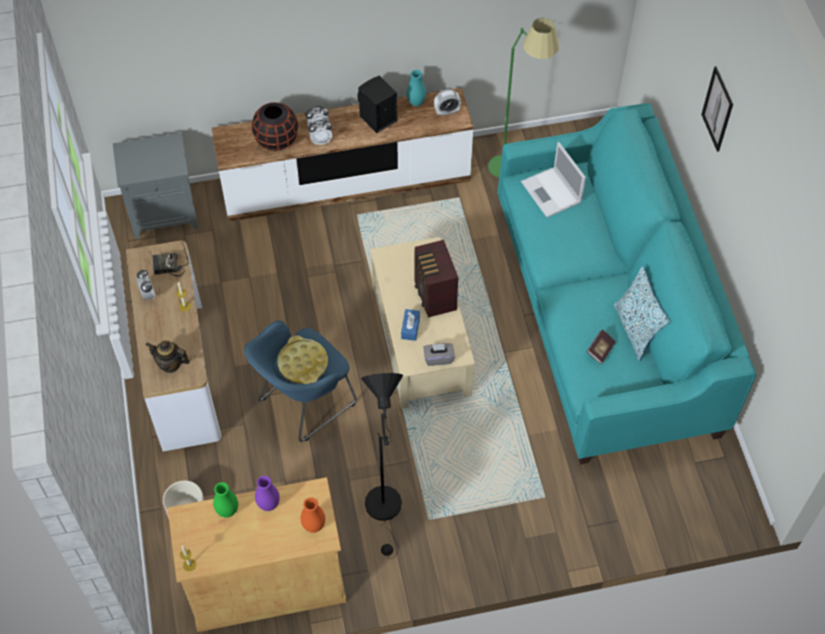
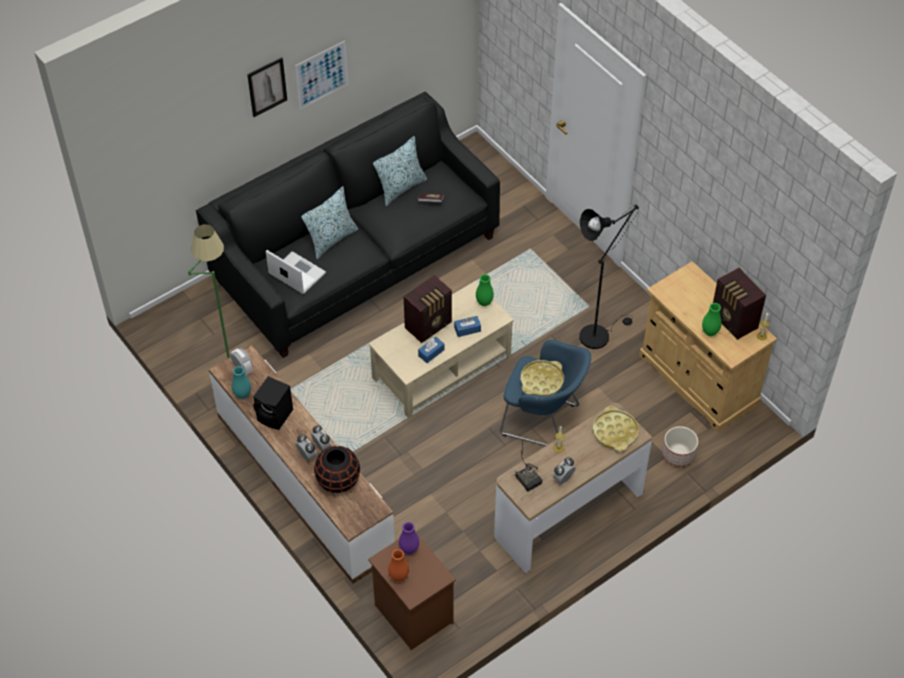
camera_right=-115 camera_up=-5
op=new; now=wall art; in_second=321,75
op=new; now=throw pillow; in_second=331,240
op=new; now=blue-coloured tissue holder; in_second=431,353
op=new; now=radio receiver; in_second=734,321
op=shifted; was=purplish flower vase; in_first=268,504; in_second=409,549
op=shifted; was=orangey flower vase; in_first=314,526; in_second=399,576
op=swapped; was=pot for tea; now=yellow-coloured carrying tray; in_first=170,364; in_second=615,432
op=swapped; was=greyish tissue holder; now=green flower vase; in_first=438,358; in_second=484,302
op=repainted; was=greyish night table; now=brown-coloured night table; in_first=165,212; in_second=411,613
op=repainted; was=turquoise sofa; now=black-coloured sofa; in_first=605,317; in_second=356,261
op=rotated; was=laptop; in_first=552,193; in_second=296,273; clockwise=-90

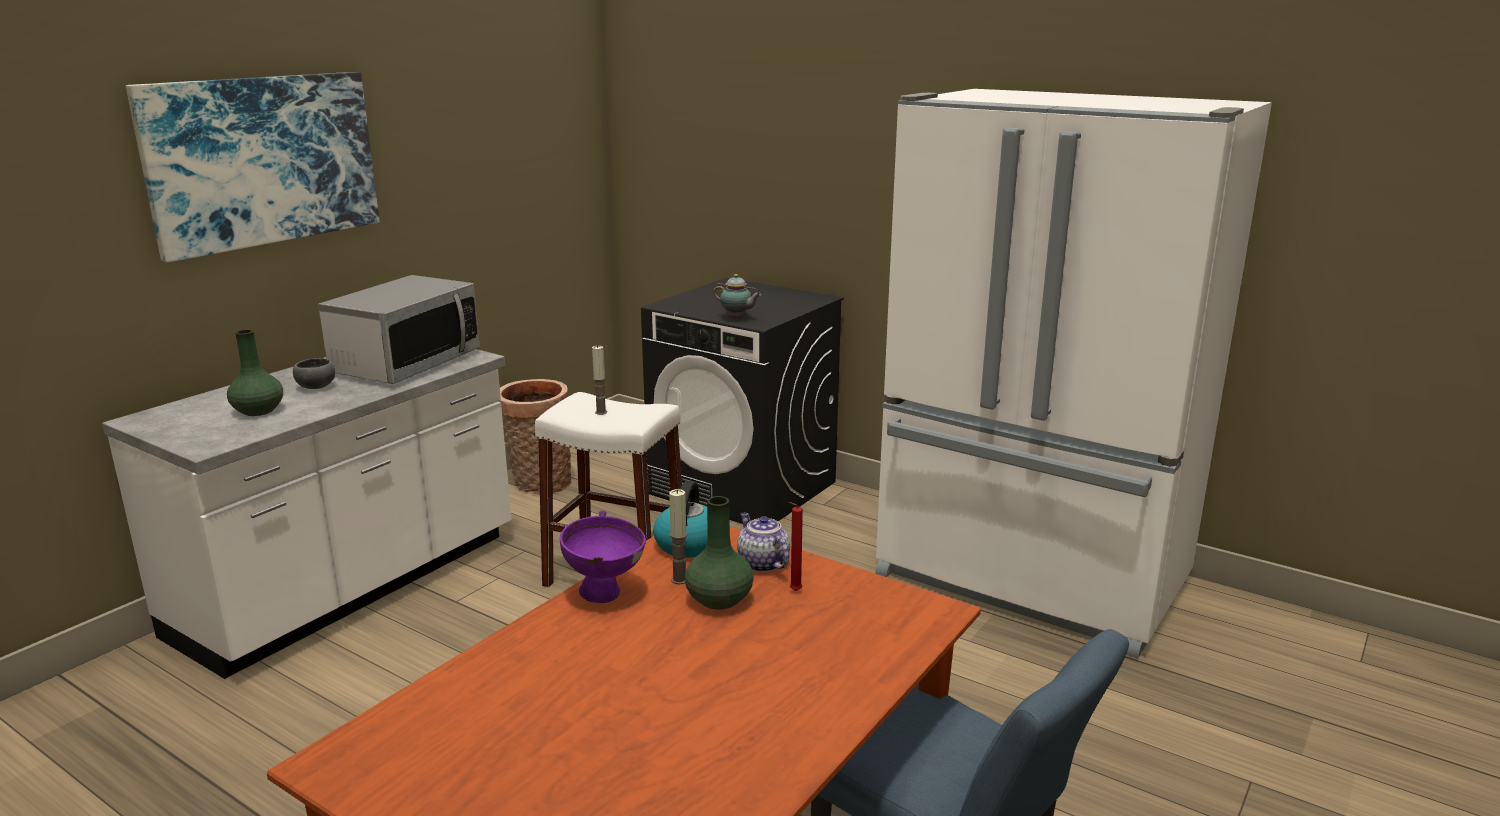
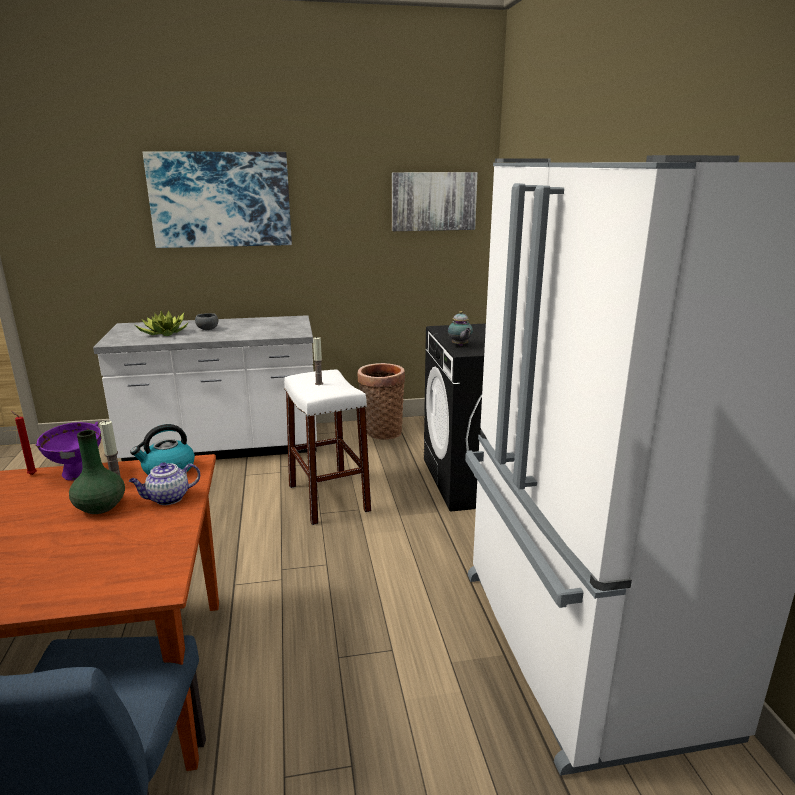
camera_right=45 camera_up=0
op=gone; was=microwave; in_first=406,364
op=new; now=wall art; in_second=433,201
op=shifted; was=reddish candle; in_first=794,591; in_second=31,474
op=swapped; was=green flower vase; now=plant in a pot; in_first=257,411; in_second=163,333
op=rotated; was=pot for tea; in_first=762,563; in_second=167,499; clockwise=-135

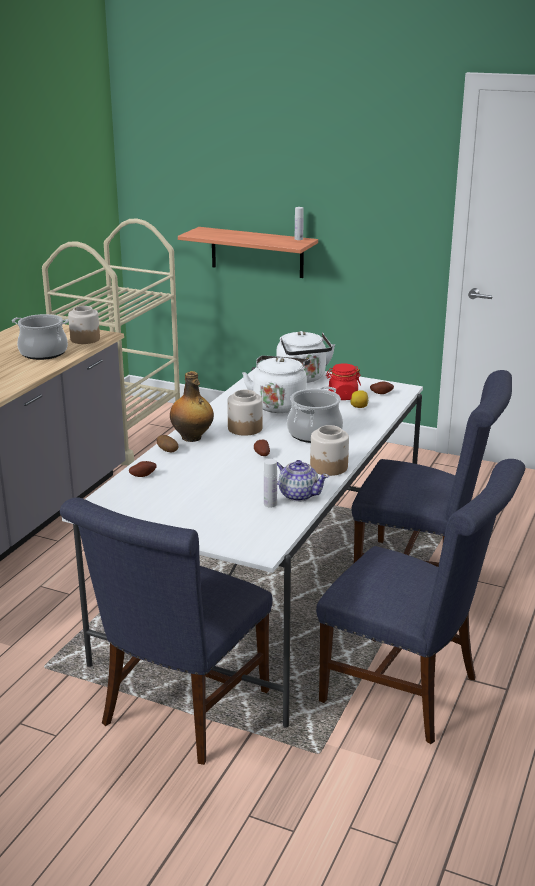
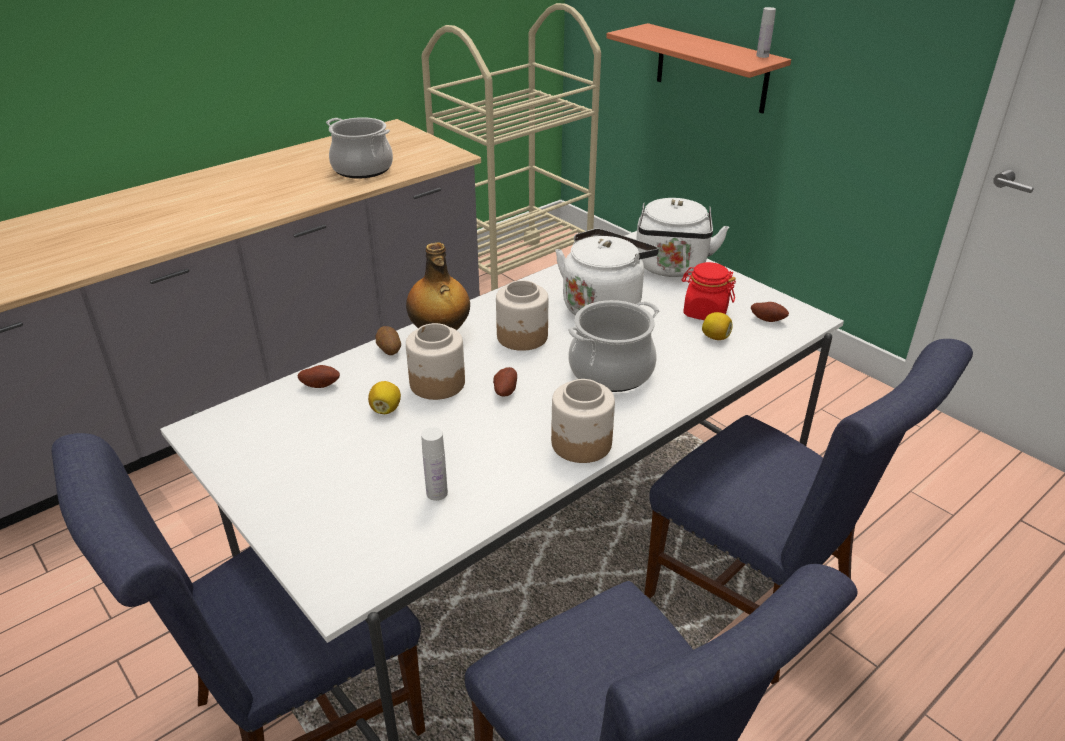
camera_right=25 camera_up=10
op=gone; was=pot for tea; in_first=298,495
op=new; now=lemon; in_second=386,409
op=shifted; was=storage jar; in_first=84,339; in_second=436,383

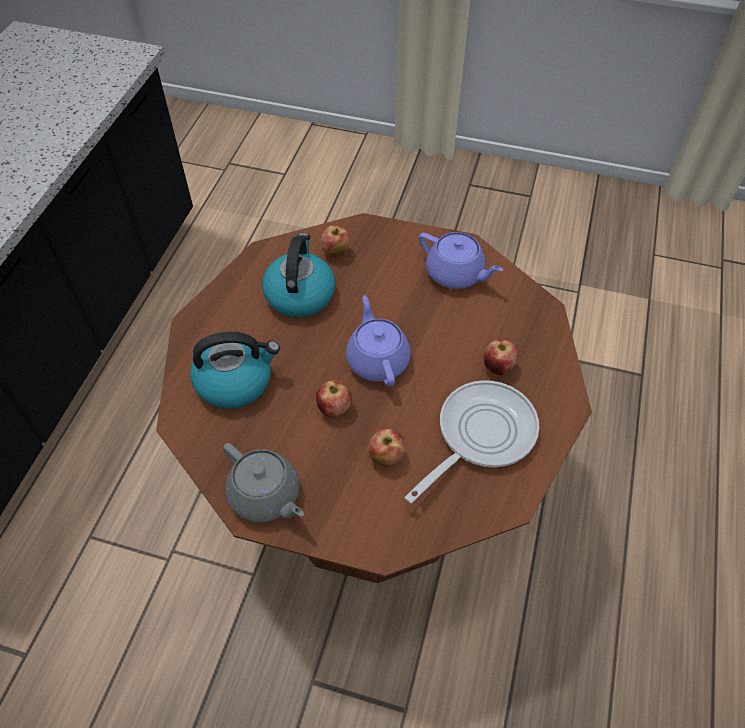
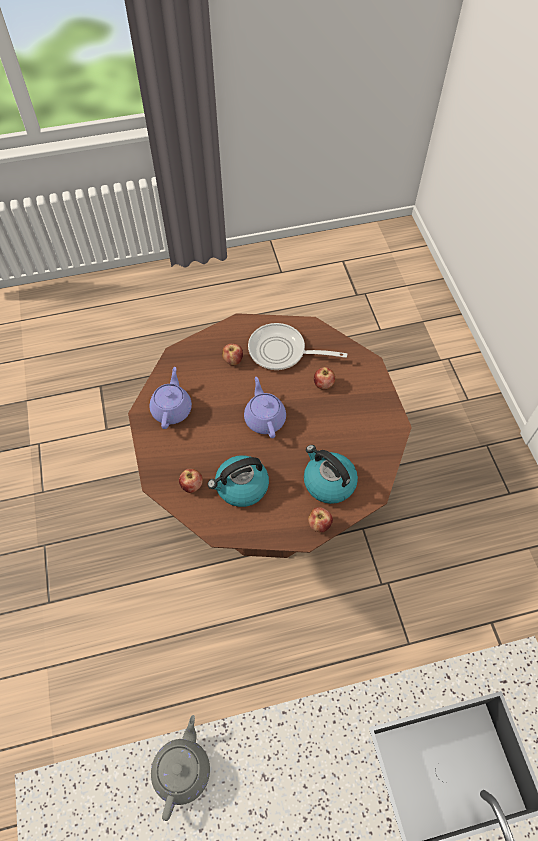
camera_right=-120 camera_up=5
op=shifted; was=greyish pot for tea; in_first=266,496; in_second=182,769
op=shifted; was=apple; in_first=334,409; in_second=319,524
op=rotated; was=purplish pot for tea; in_first=377,359; in_second=264,418; clockwise=120

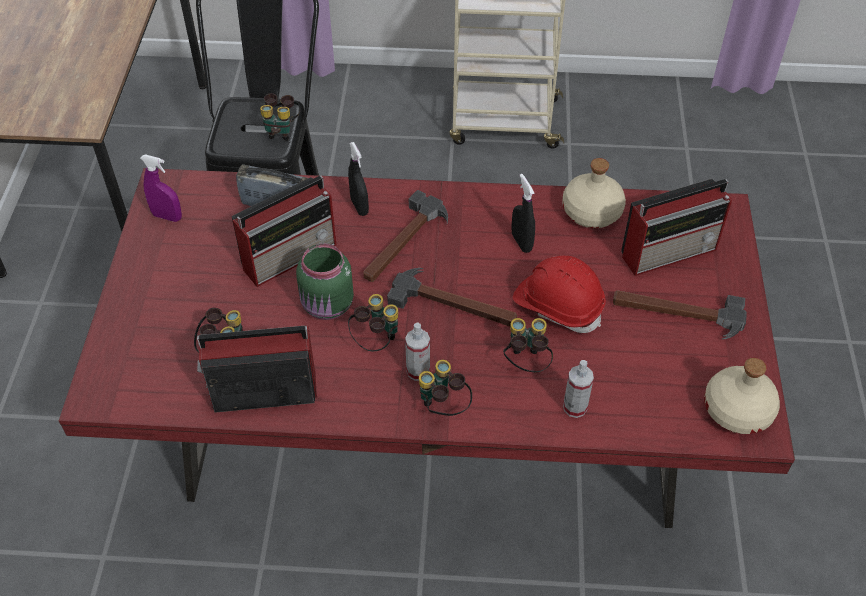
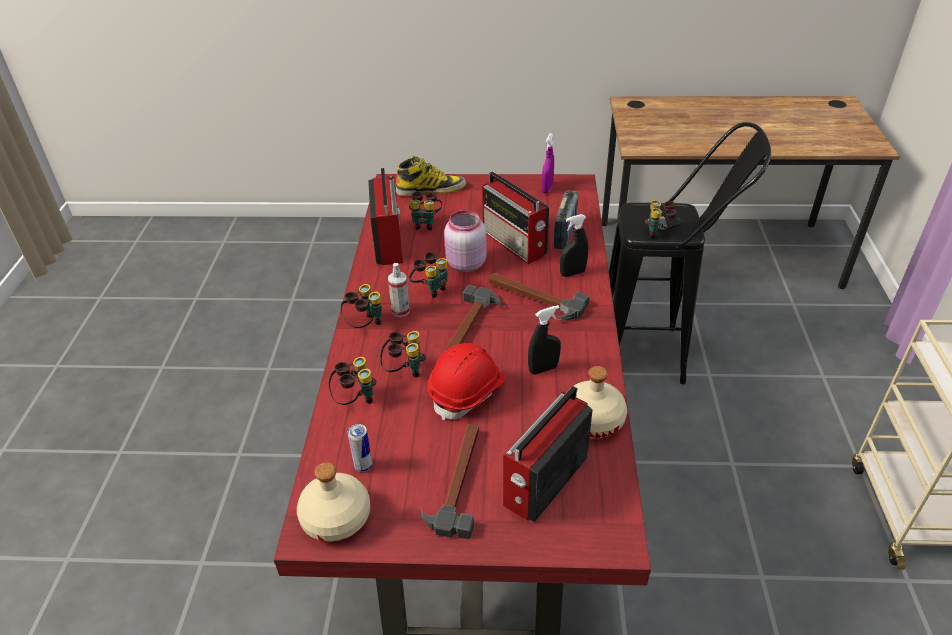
camera_right=90 camera_up=-10
op=new; now=sealed can; in_second=363,466
op=new; now=high-top boot; in_second=431,189
op=swapped; was=hand sprayer; now=binoculars; in_first=575,407; in_second=355,399
op=repainted; was=green storage jar; now=pink storage jar; in_first=328,306; in_second=465,264
op=rotated; was=radio receiver; in_first=670,251; in_second=544,482; clockwise=60

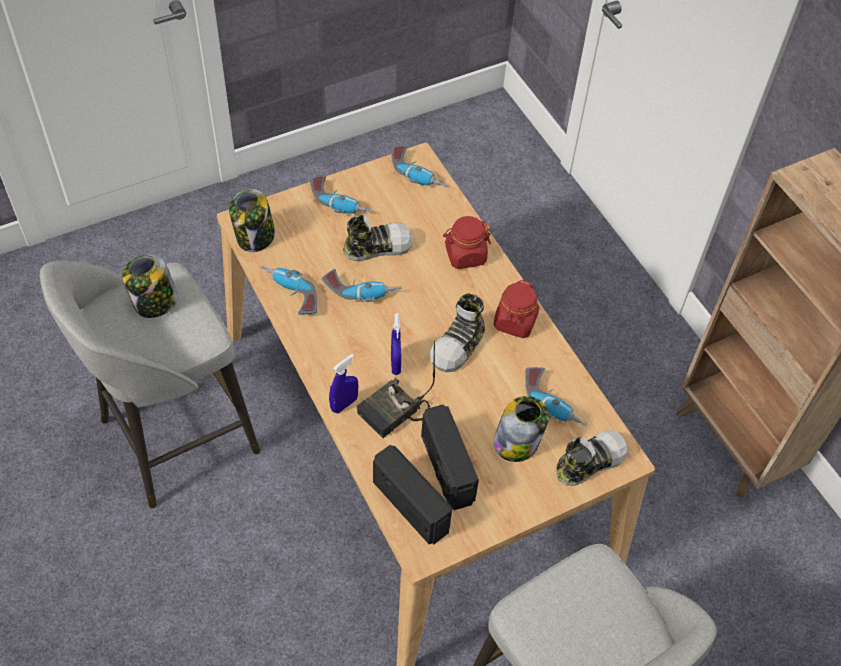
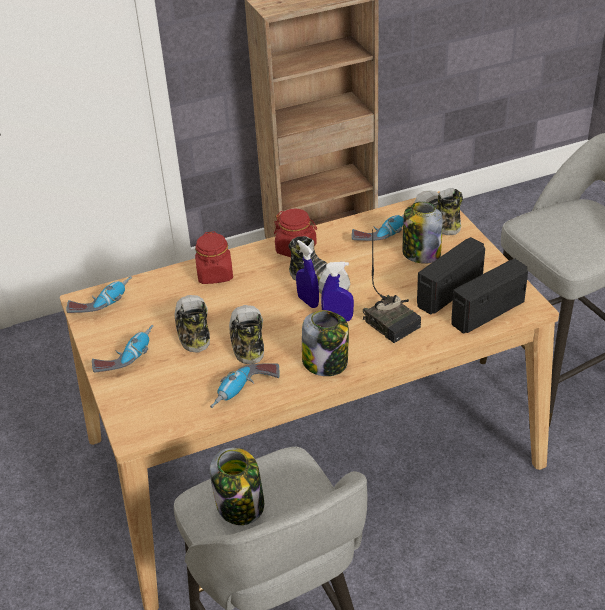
camera_right=-80 camera_up=-15
op=shifted; was=storage jar; in_first=255,237; in_second=326,363
op=shifted; was=blue-coloured hand sprayer; in_first=344,404; in_second=308,301
op=swapped; was=drill; now=low shoe; in_first=361,290; in_second=247,341
op=rotated; was=radio receiver; in_first=446,469; in_second=449,292; clockwise=150

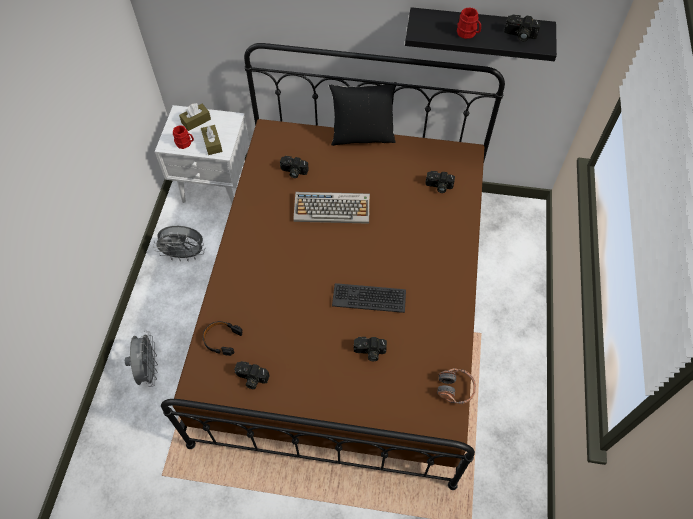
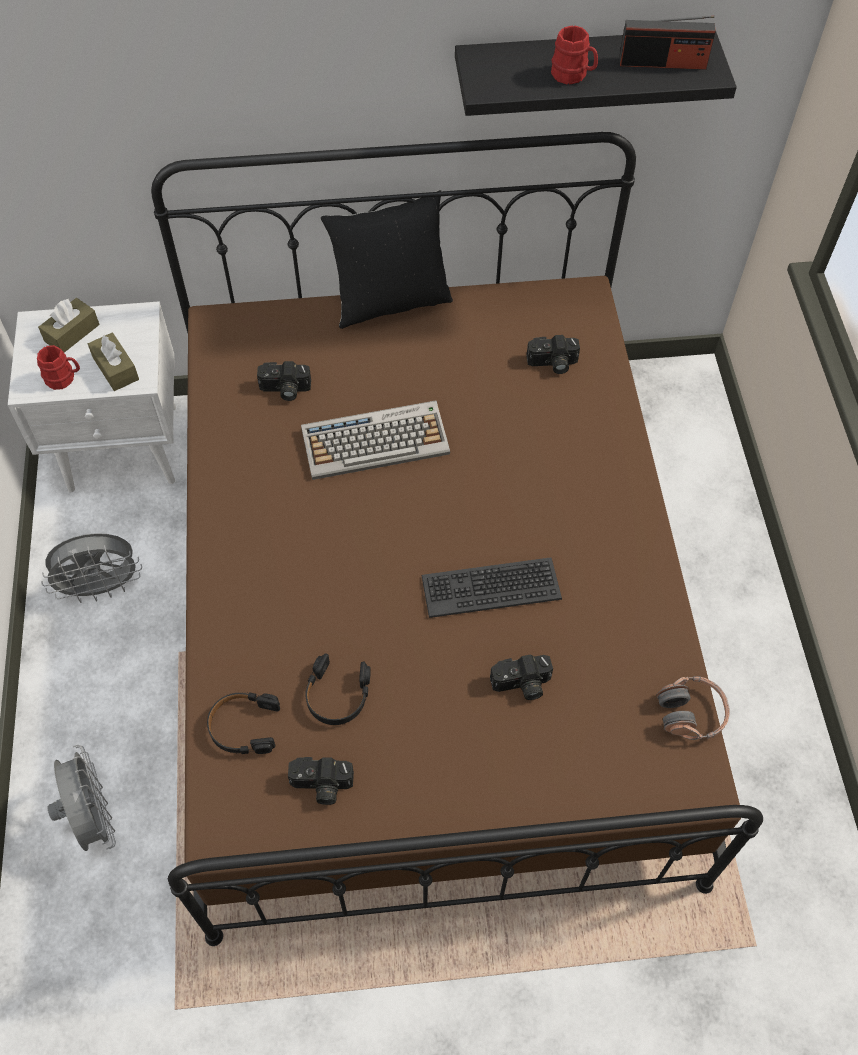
camera_right=-15 camera_up=0
op=new; now=black-coloured headset; in_second=337,695
op=swapped; was=still camera; now=radio receiver; in_first=520,35; in_second=662,63

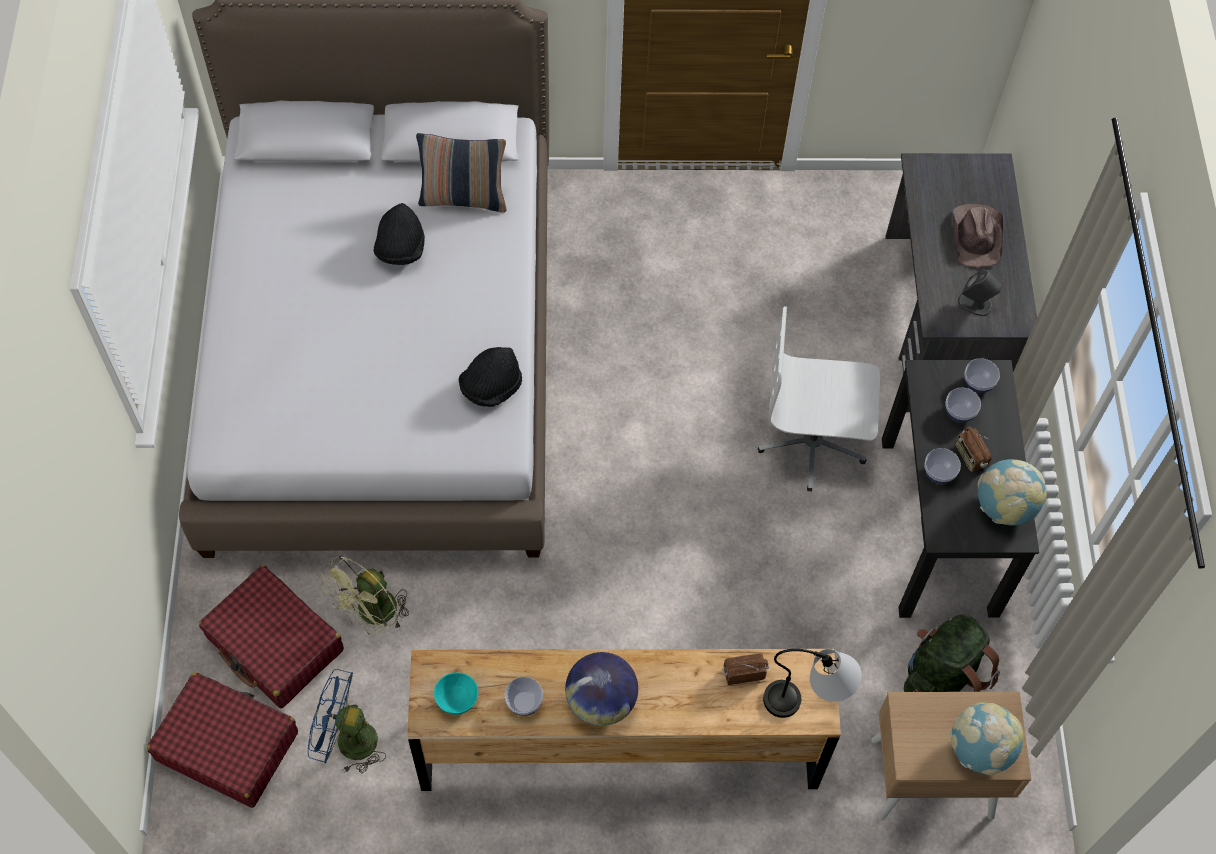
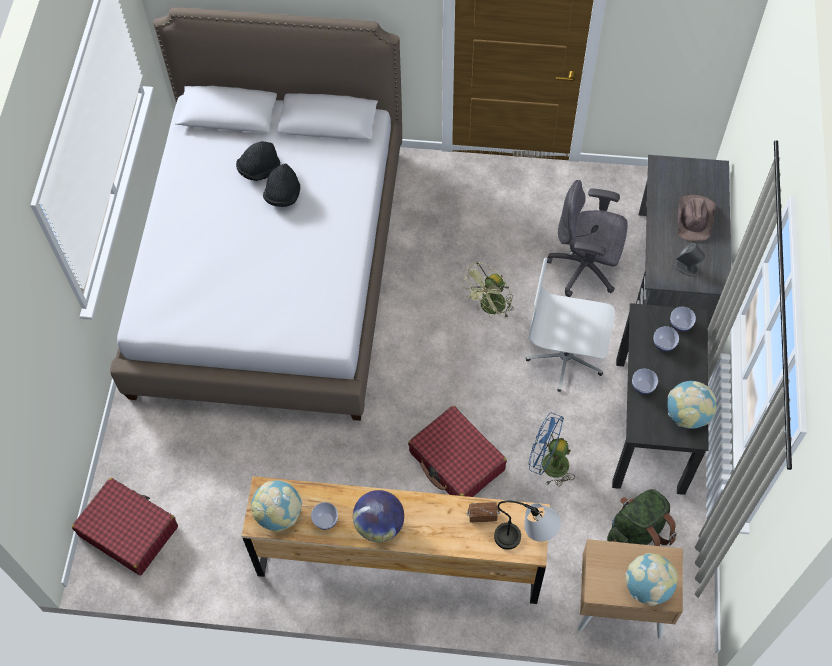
camera_right=10 camera_up=0
op=gone; was=throw pillow; in_first=463,198
op=gone; was=radio receiver; in_first=970,456
op=new; now=greyish desk chair; in_second=585,268
op=shifted; was=reddish suitcase; in_first=275,644; in_second=457,461
op=shifted; was=blue-coloured cooling fan; in_first=347,740; in_second=548,464
op=shifted; was=green cooling fan; in_first=372,615; in_second=489,308
op=shifted; was=black-coloured wearable hat; in_first=491,387; in_second=259,169
op=swapped; was=turquoise serving bowl; now=globe; in_first=456,700; in_second=279,514

